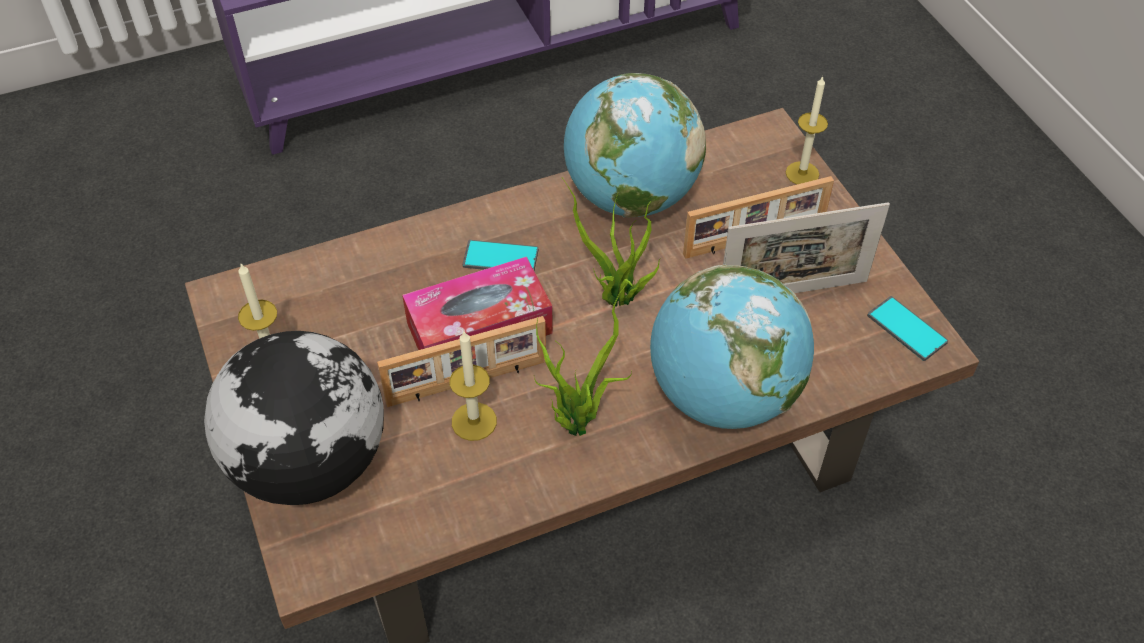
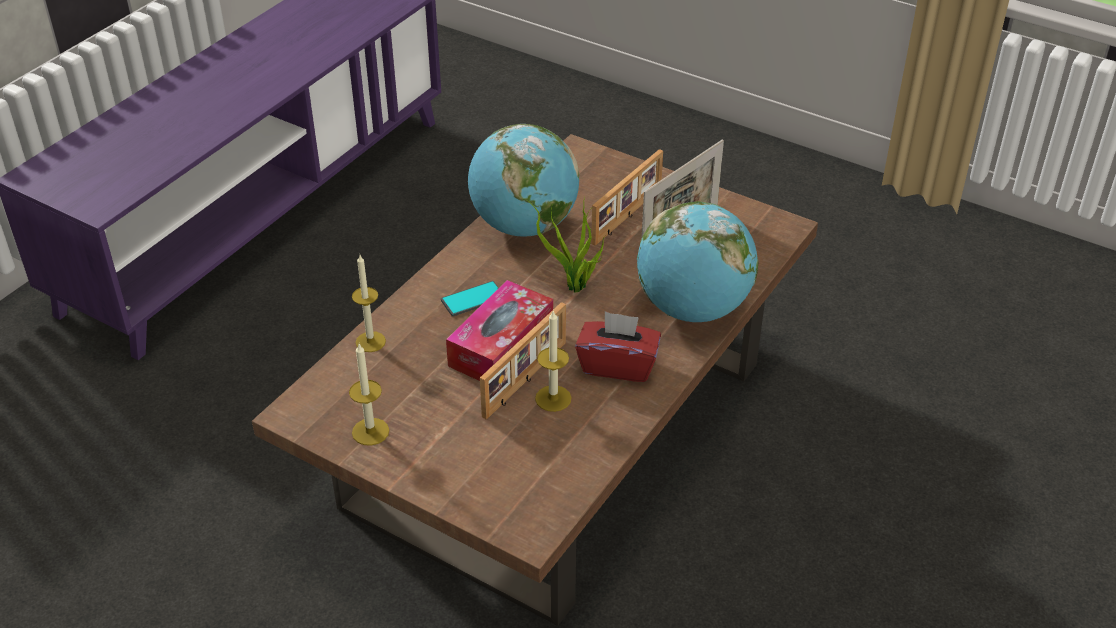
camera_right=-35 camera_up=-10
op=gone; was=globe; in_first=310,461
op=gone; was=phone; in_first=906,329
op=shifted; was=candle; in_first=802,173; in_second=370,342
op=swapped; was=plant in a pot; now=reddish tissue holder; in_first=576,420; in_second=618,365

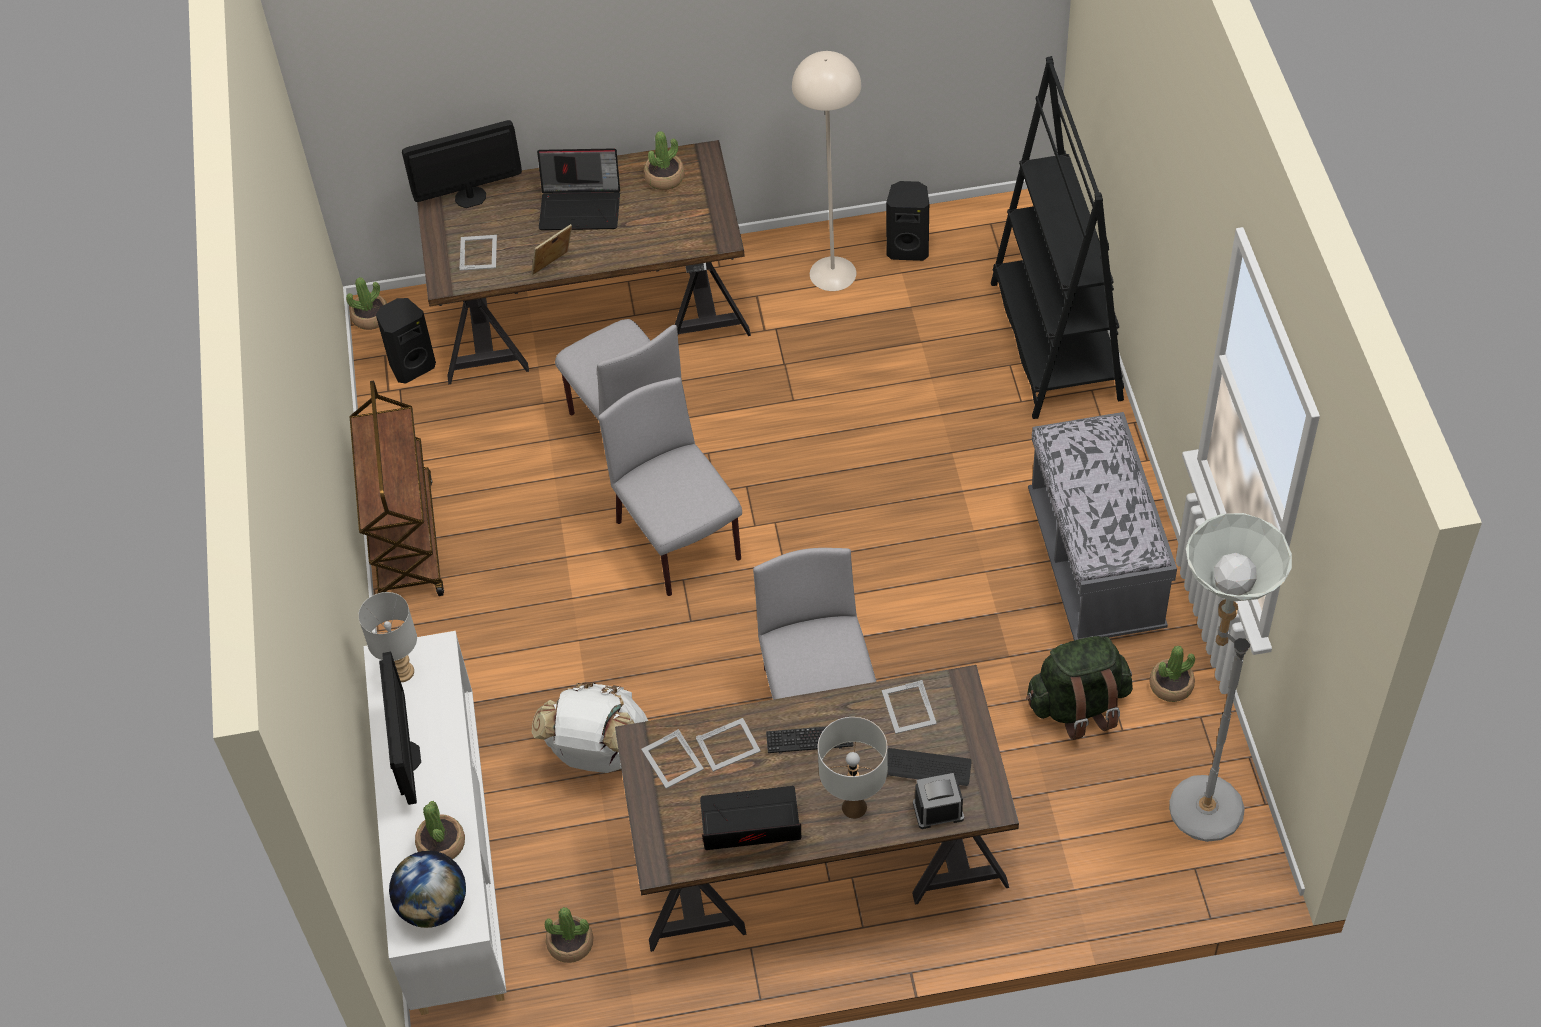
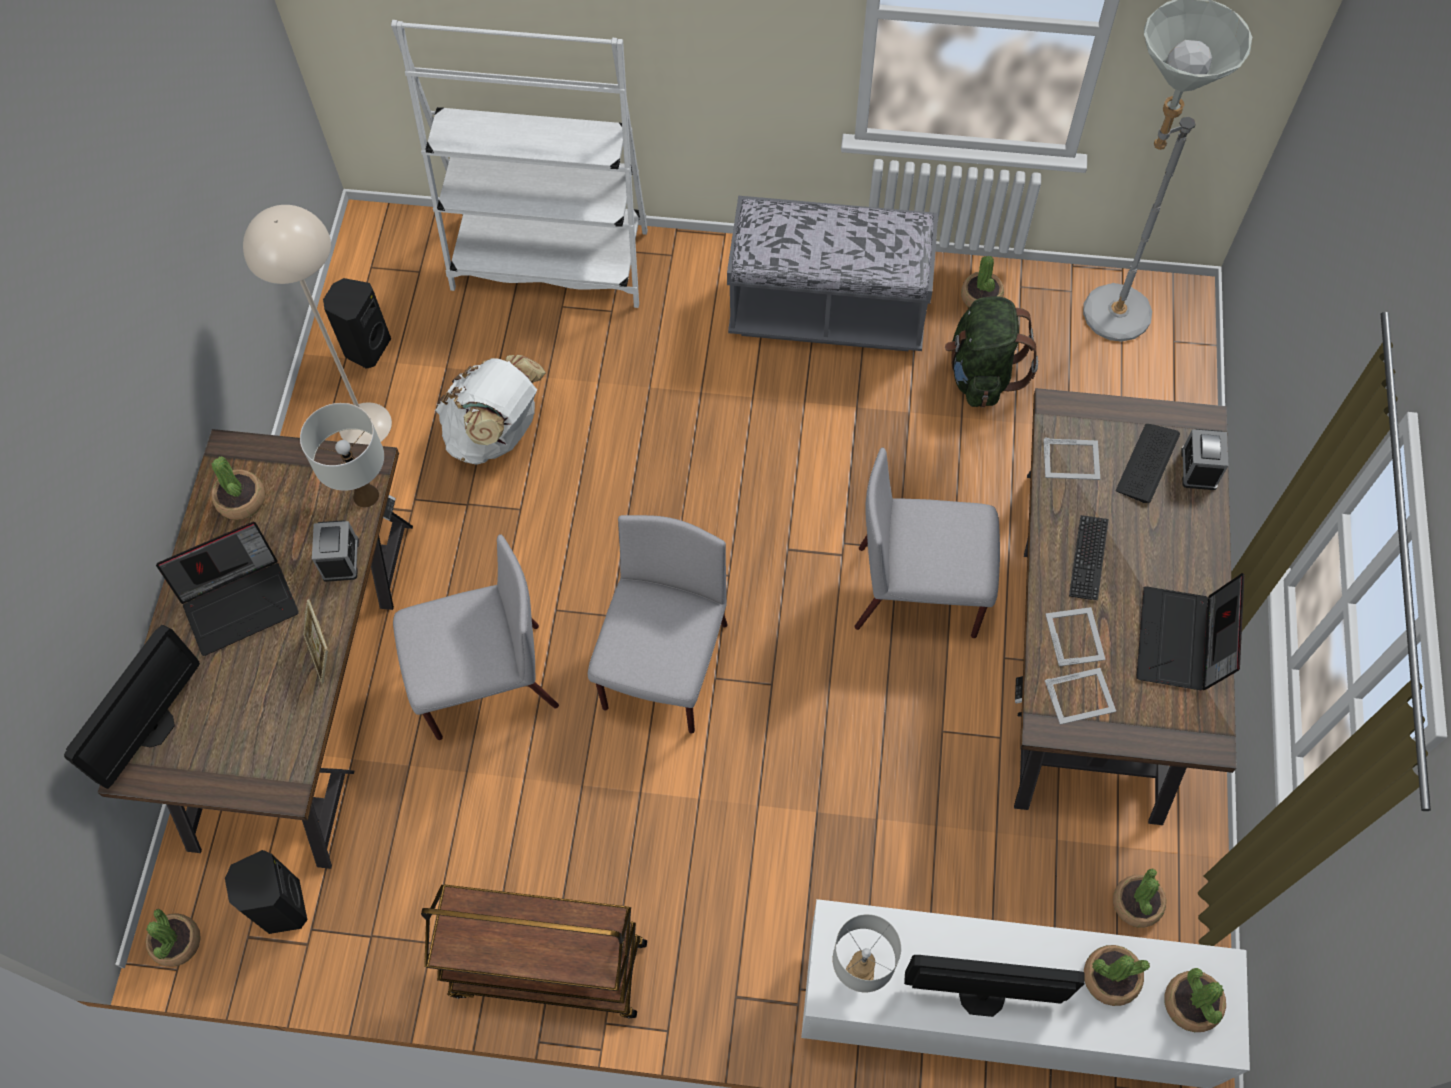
camera_right=-75 camera_up=10
op=gone; was=photo frame; in_first=478,252
op=new; now=alarm clock; in_second=340,559
op=shifted; was=white rucksack; in_first=599,752; in_second=497,434
op=shifted; was=white tabletop lamp; in_first=854,807; in_second=366,495
op=swapped; was=globe; now=plant in a pot; in_first=434,906; in_second=1191,1003
op=repainted; was=black-coloured bookshelf; now=white bookshelf; in_first=1055,341; in_second=550,260
op=rotated; was=computer screen; in_first=470,197; in_second=154,727; clockwise=-150
op=rotated; was=laptop; in_first=581,207; in_second=240,601; clockwise=45
op=rotated; was=greyish chair; in_first=679,542; in_second=665,669; clockwise=120

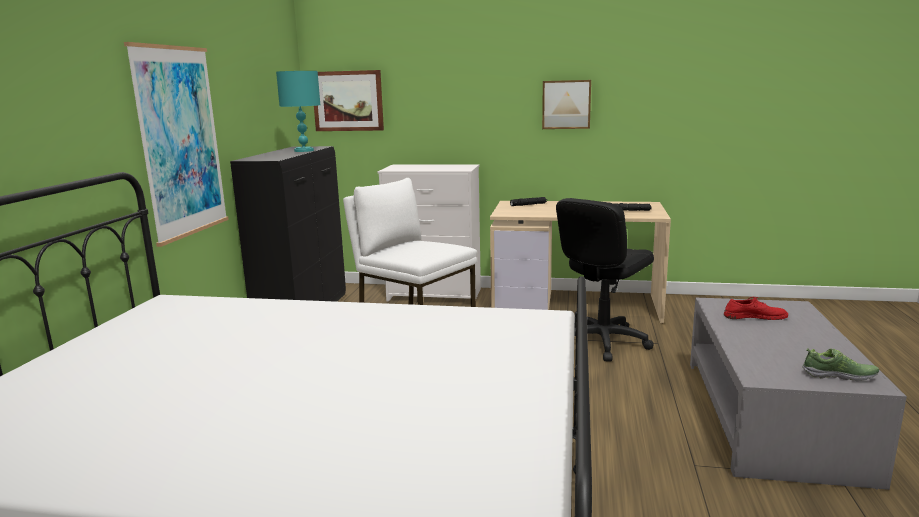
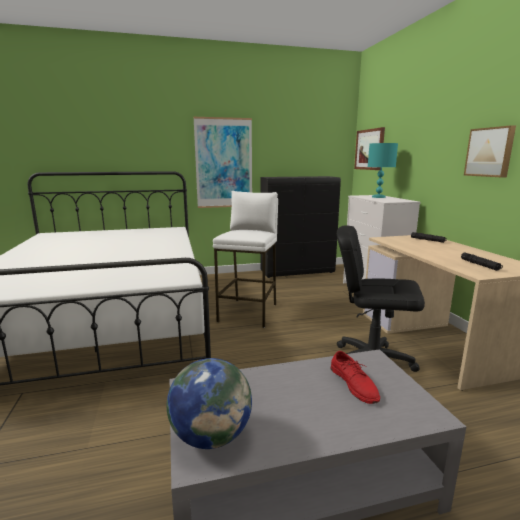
camera_right=65 camera_up=0
op=shifted; was=turquoise tabletop lamp; in_first=304,150; in_second=378,197
op=swapped; was=low shoe; now=globe; in_first=839,376; in_second=211,436

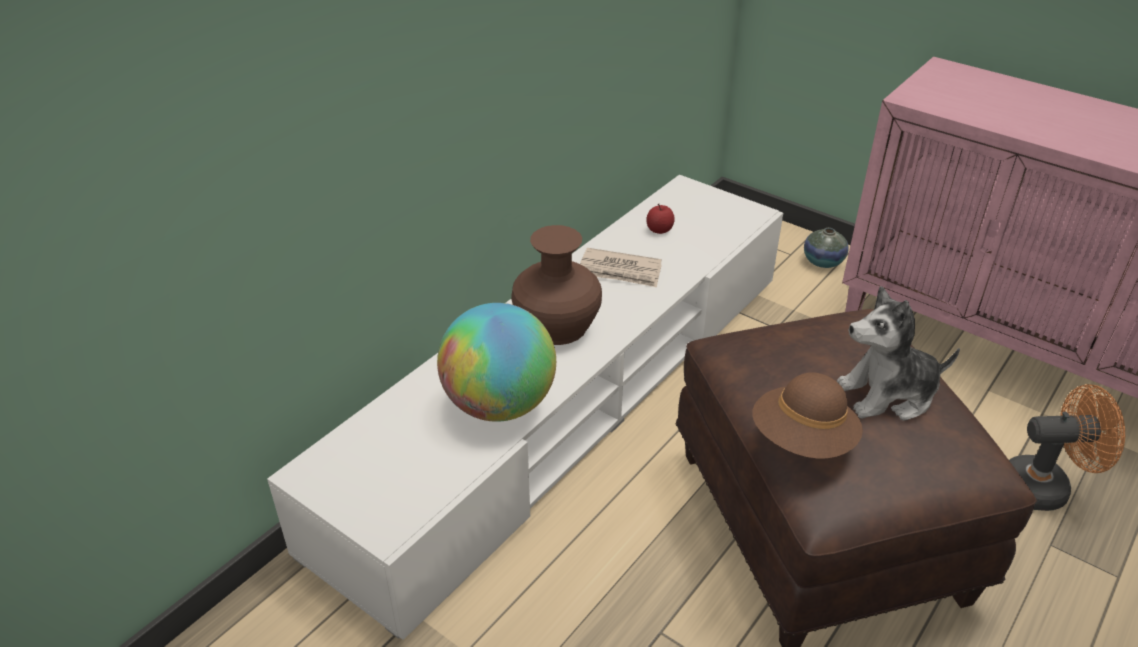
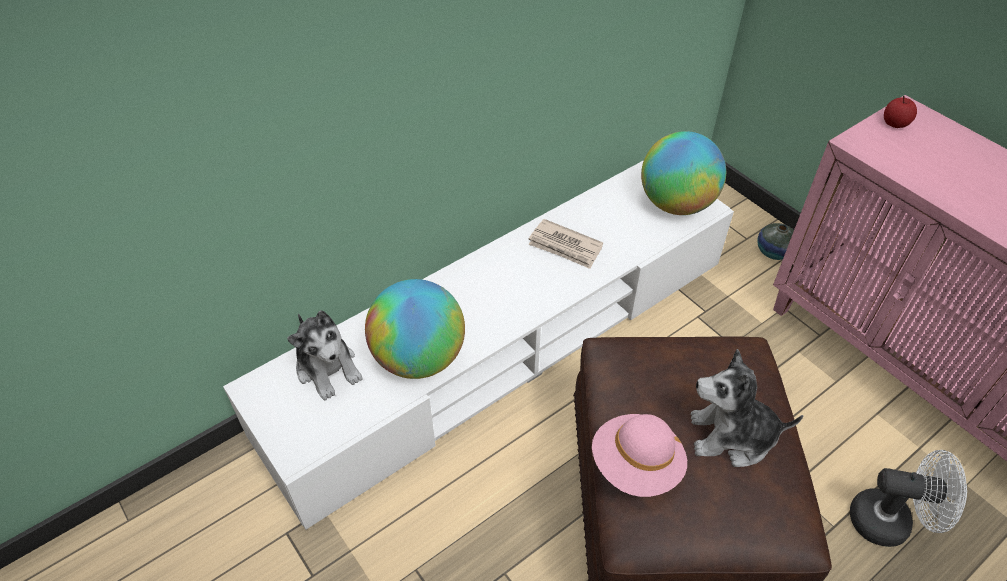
camera_right=15 camera_up=10
op=gone; was=brown-coloured flower vase; in_first=556,325
op=new; now=soft toy; in_second=328,368
op=new; now=globe; in_second=676,204
op=shifted; was=apple; in_first=659,230; in_second=895,123
op=repainted; was=brown-coloured wearable hat; now=pink wearable hat; in_first=803,440; in_second=636,466
op=repainted; was=orangey cooling fan; now=white cooling fan; in_first=1044,487; in_second=889,521

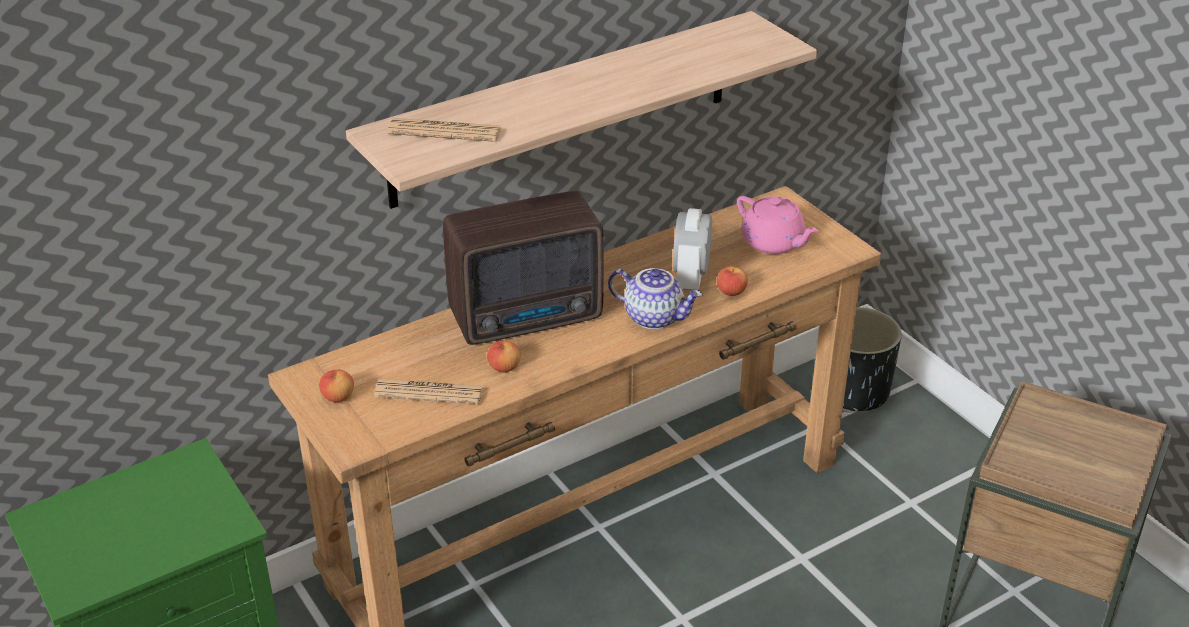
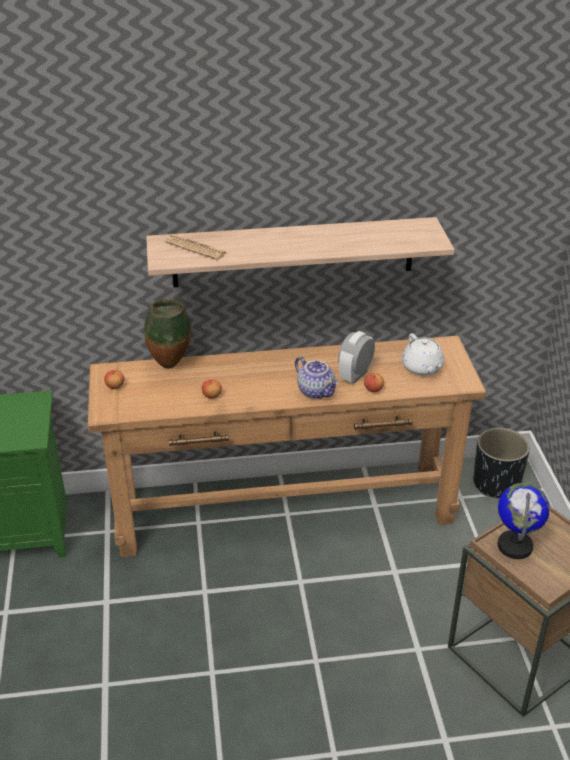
camera_right=25 camera_up=0
op=gone; was=printed paper; in_first=429,392
op=gone; was=radio receiver; in_first=530,317
op=new; now=flower vase; in_second=171,365
op=new; now=globe; in_second=515,546
op=repainted; was=pink pot for tea; now=white pot for tea; in_first=774,243; in_second=422,368

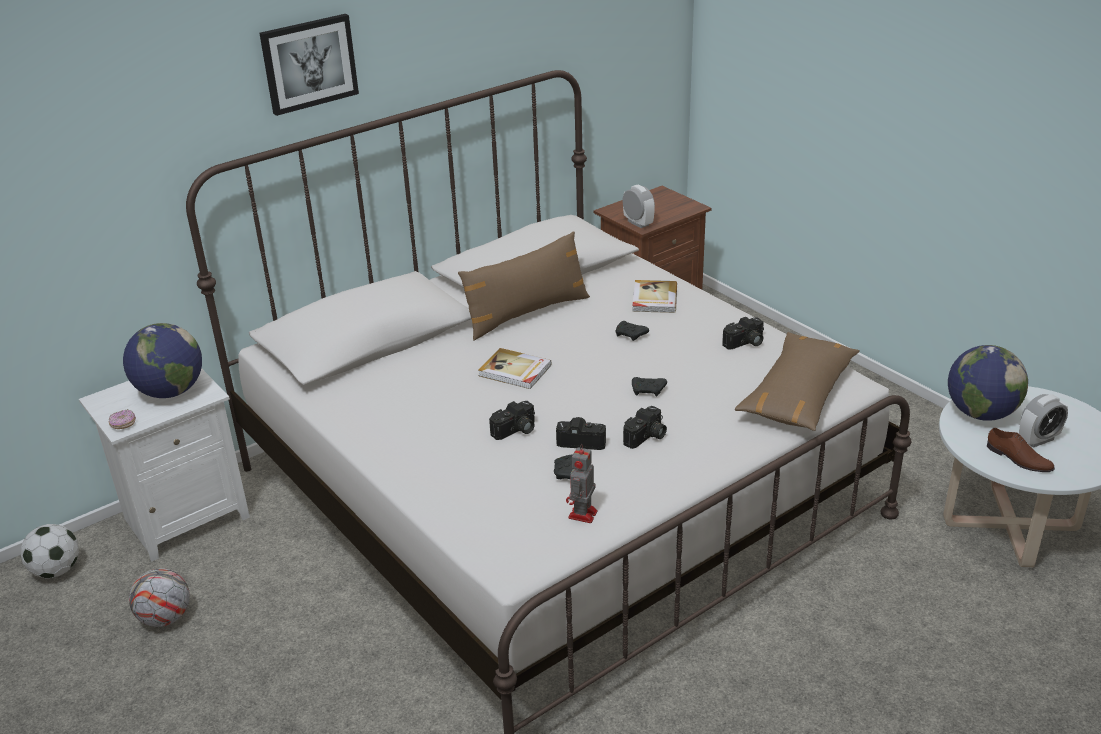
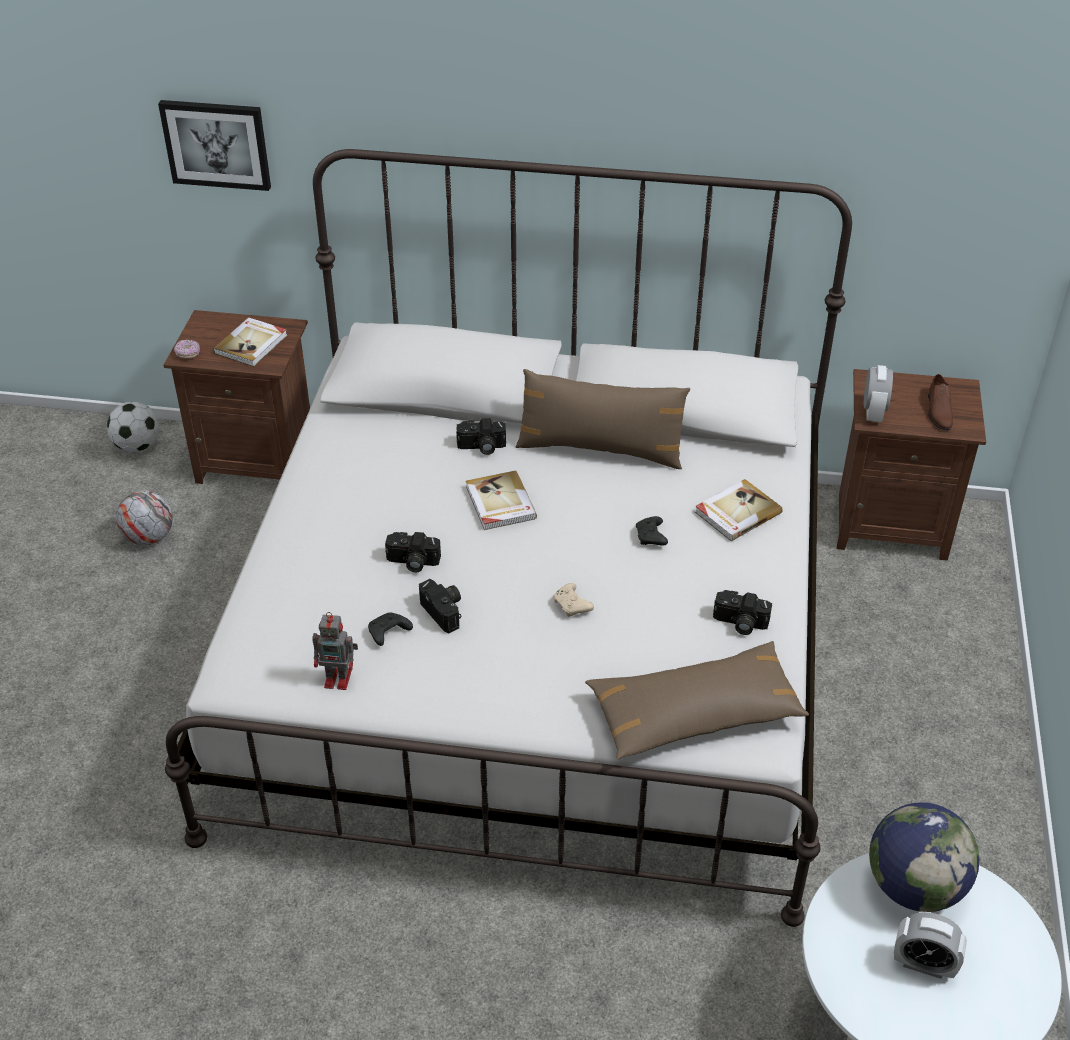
camera_right=45 camera_up=10
op=shifted; was=wall art; in_first=309,63; in_second=216,144
op=shifted; was=still camera; in_first=646,437; in_second=481,447
op=shifted; was=brown-coloured low shoe; in_first=1018,459; in_second=938,410
op=swapped; was=globe; now=bound book; in_first=170,392; in_second=252,344
op=repainted; was=white night table; now=brown-coloured night table; in_first=185,517; in_second=257,461
op=repainted; was=black-coloured game controller; now=beige game controller; in_first=648,391; in_second=572,606
op=rotated; was=robot figure; in_first=582,515; in_second=339,679; clockwise=-150

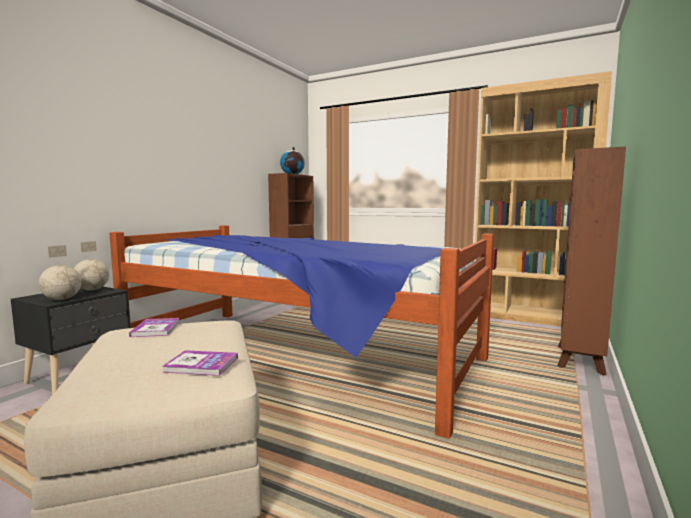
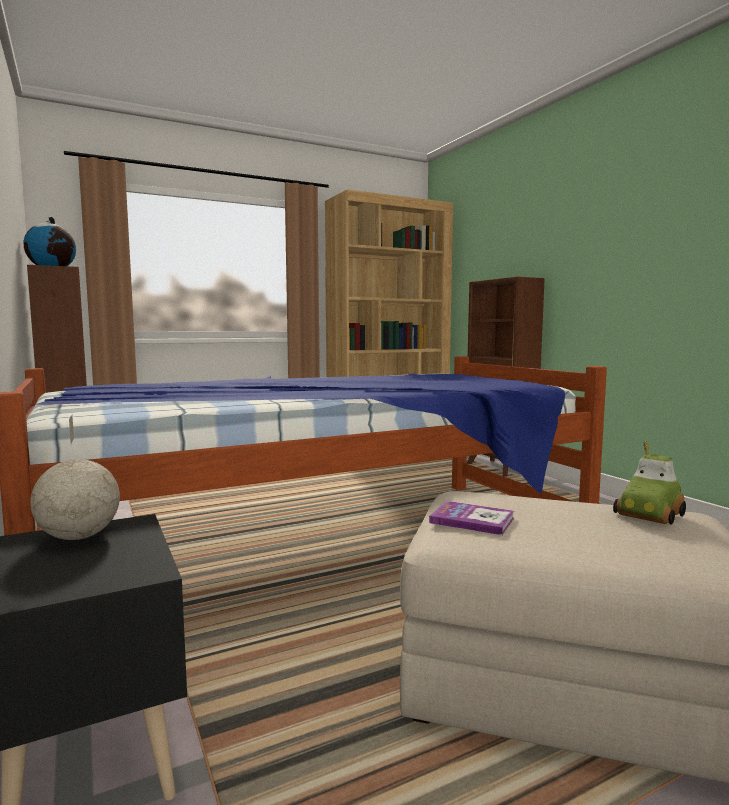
camera_right=-55 camera_up=0
op=gone; was=globe; in_first=61,299
op=swapped; was=bound book; now=model car; in_first=201,365; in_second=649,515

